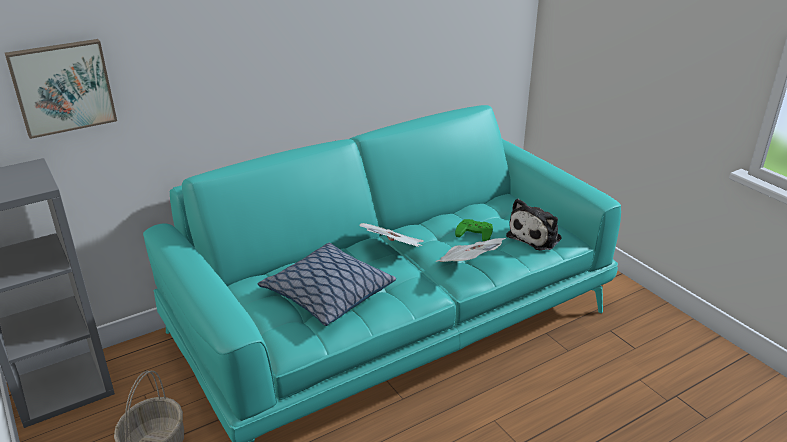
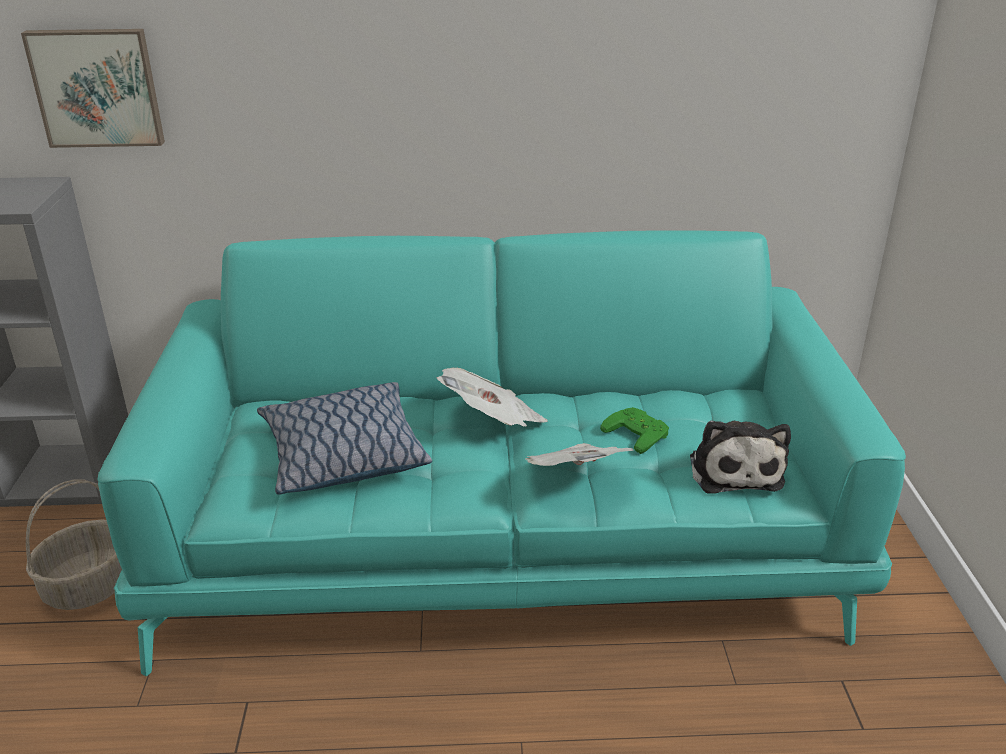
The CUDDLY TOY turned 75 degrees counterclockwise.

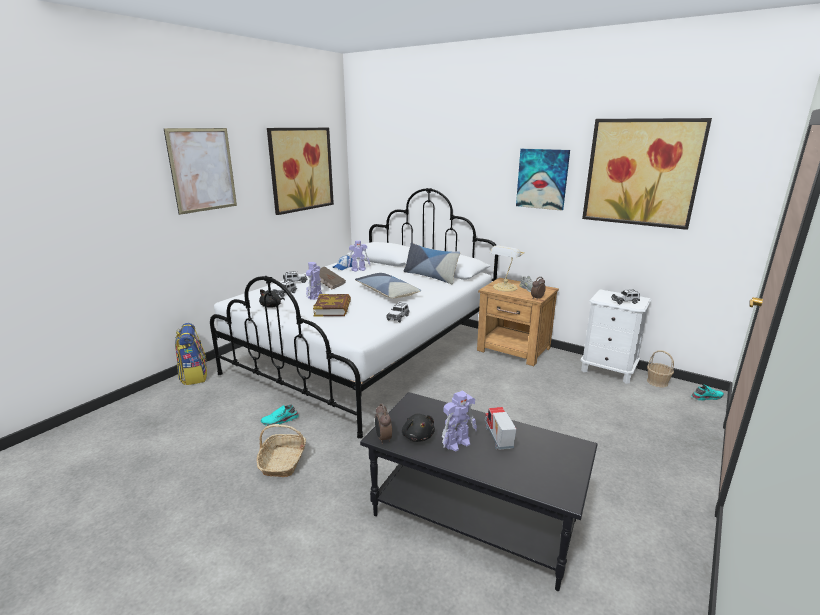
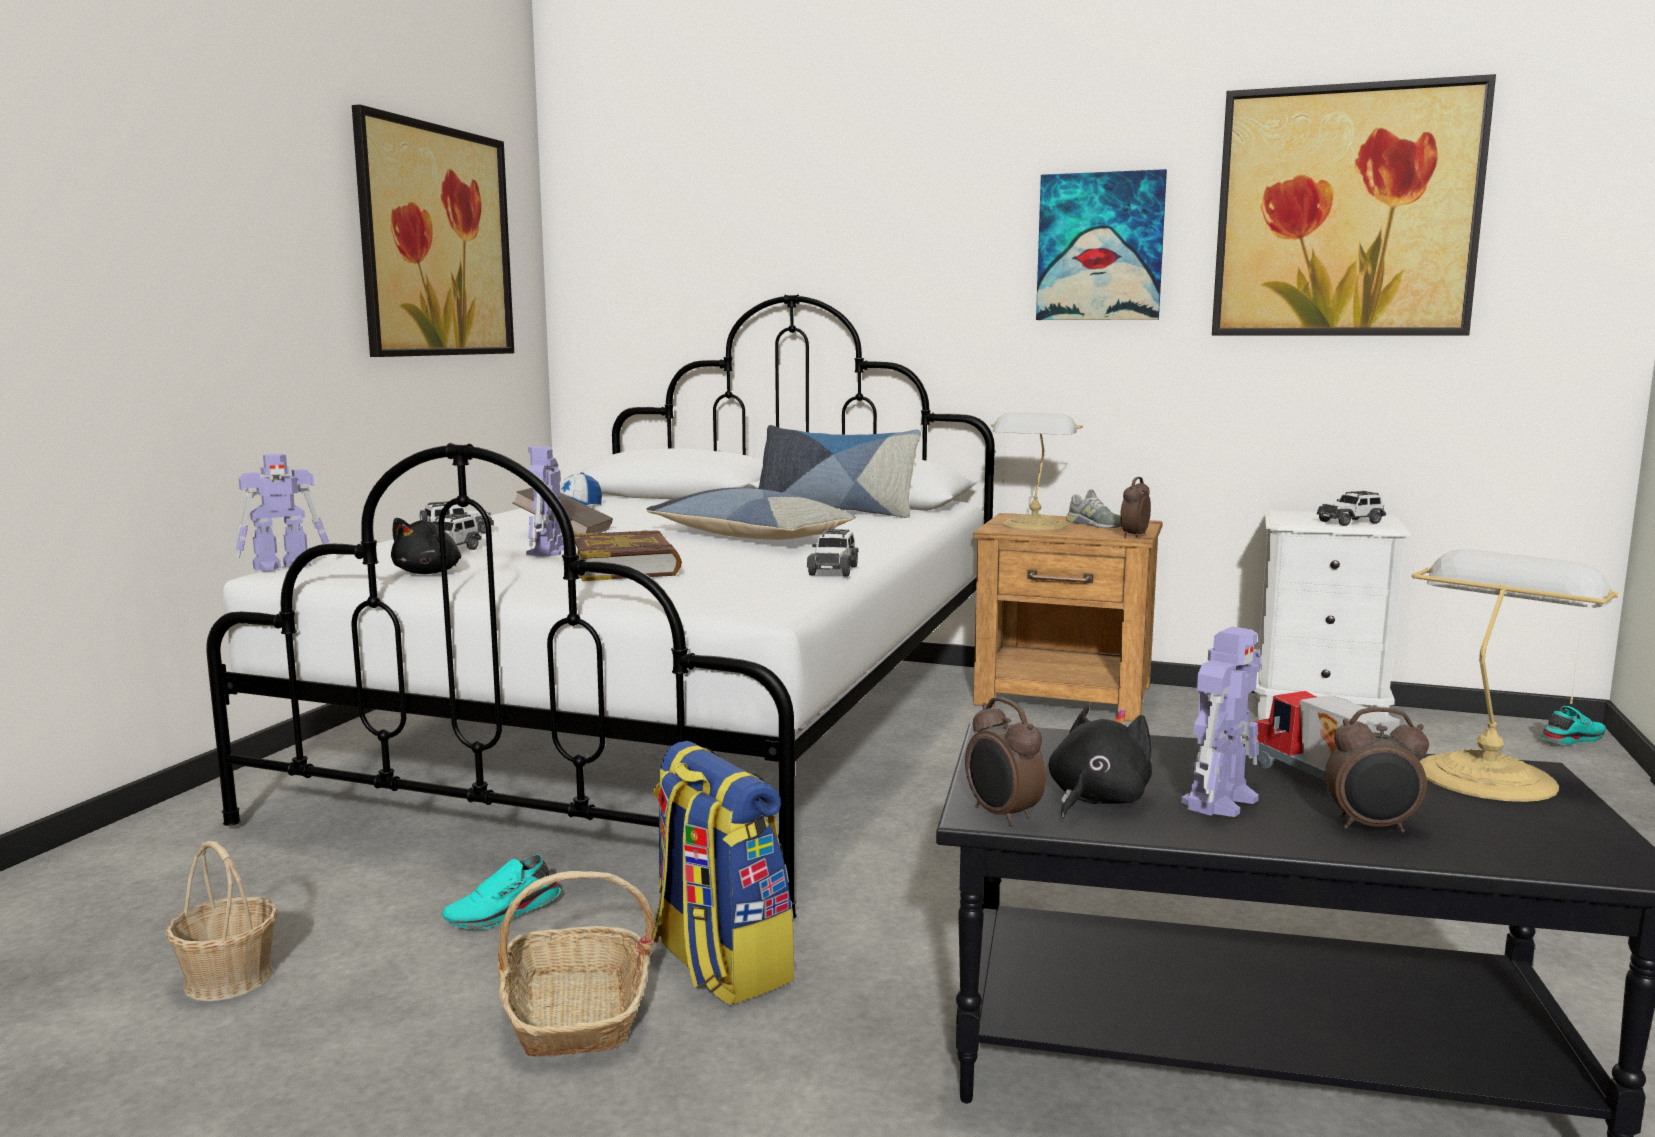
The PICTURE (no. 1 from left) disappeared.
The ALARM CLOCK (no. 3 from left) appeared.
The LAMP FOR A TABLE (no. 2 from left) appeared.
The RUCKSACK moved.
The TOY ROBOT (no. 2 from left in the first image) moved.
The HOUSEHOLD BASKET (no. 2 from left in the first image) moved.
The BLACKISH CUDDLY TOY (no. 2 from left) turned 105 degrees counterclockwise.

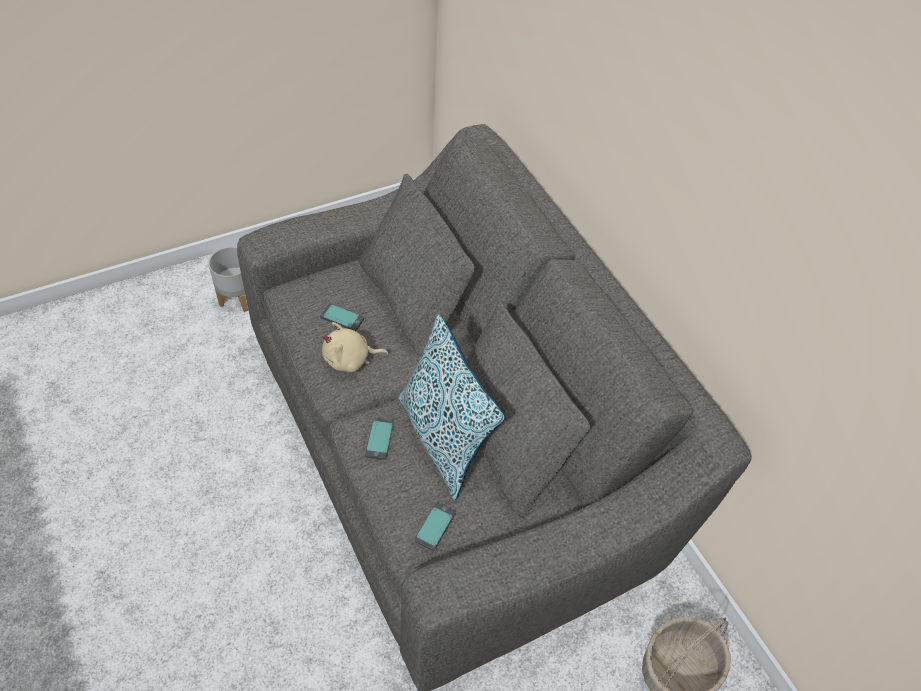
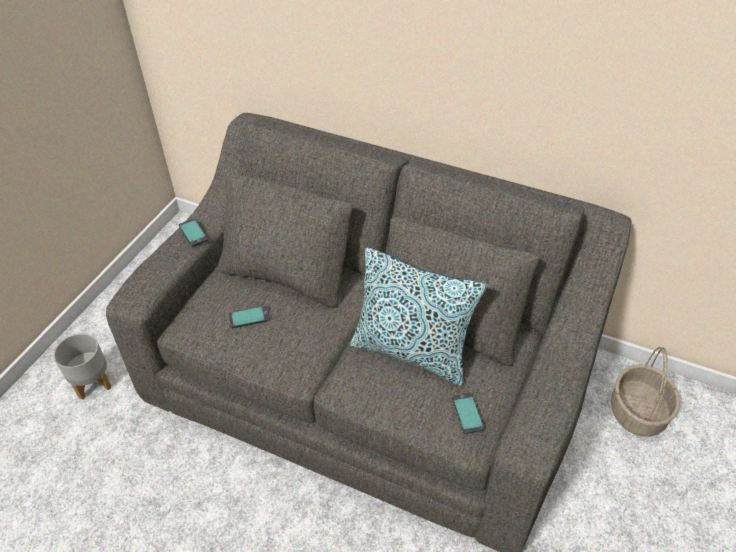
The BEIGE CUDDLY TOY disappeared.
The HANDSET (no. 2 from left in the first image) moved.

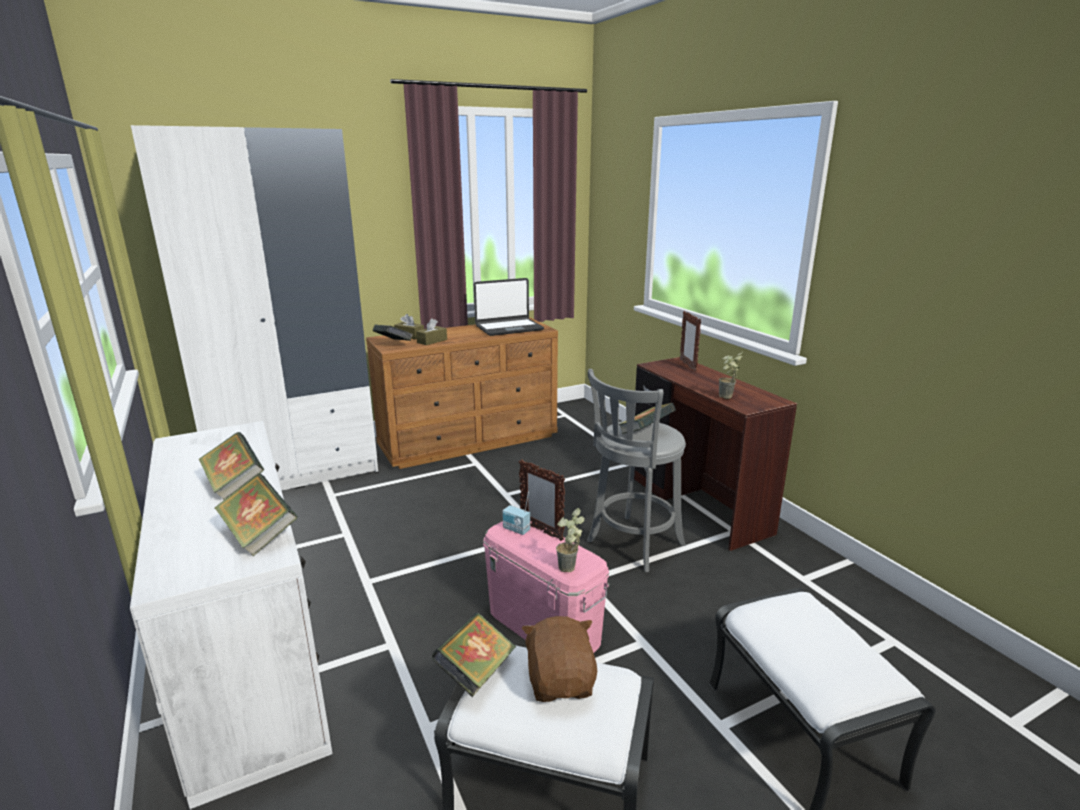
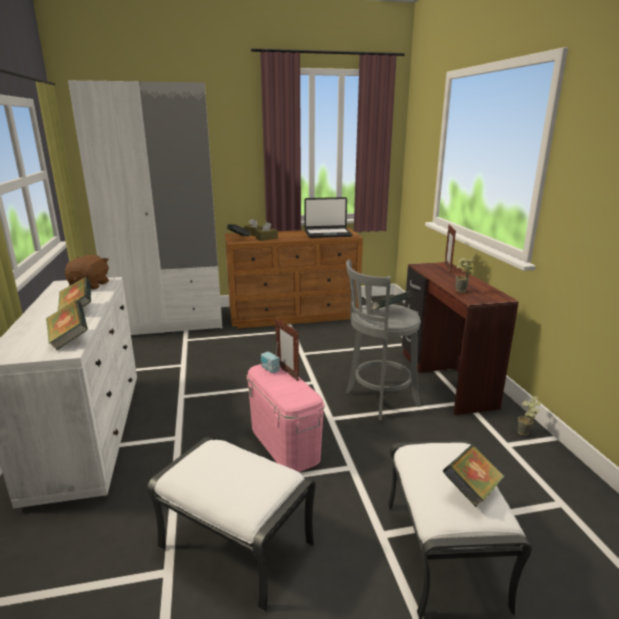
The VOLUME (no. 4 from left in the first image) moved.
The BROWN-COLOURED CUDDLY TOY moved.
The POTTED PLANT (no. 1 from left in the first image) moved.

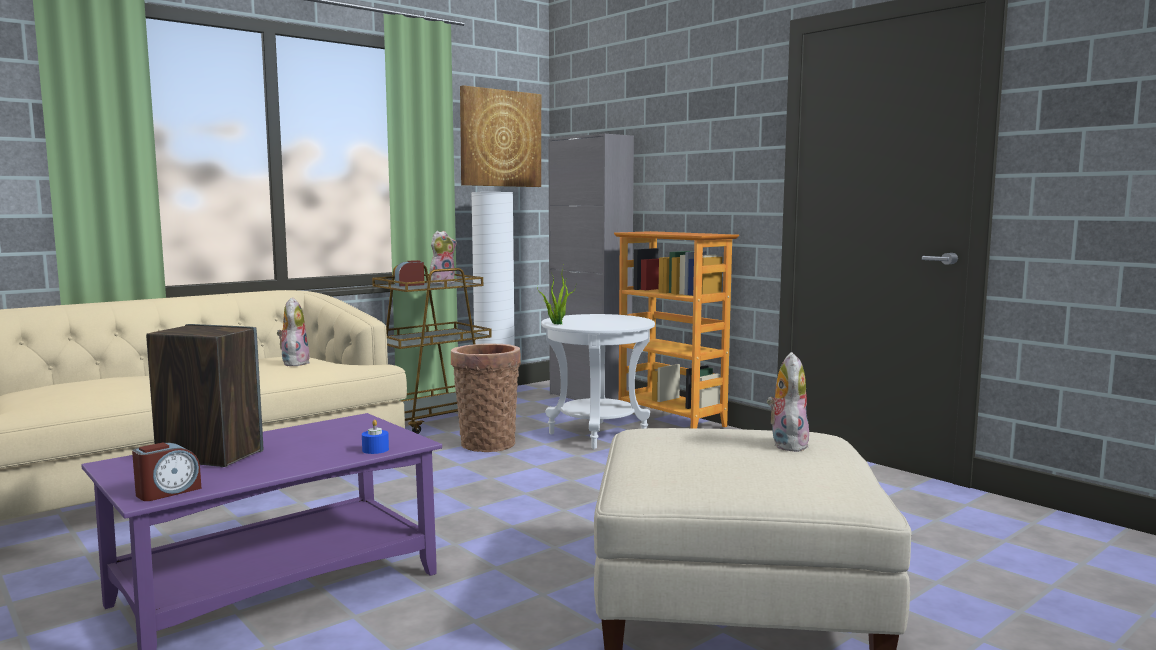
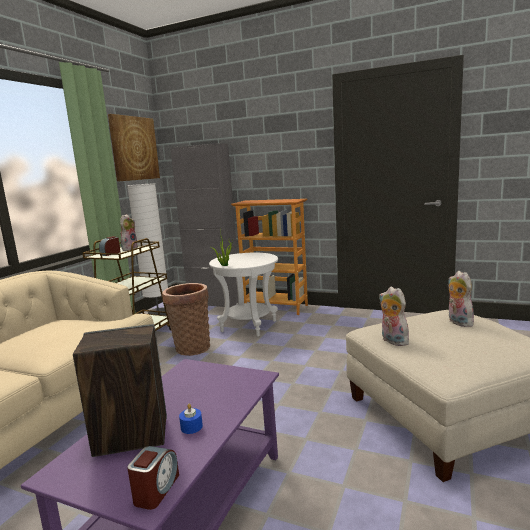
The CUDDLY TOY (no. 1 from left in the first image) moved.
The BLUE-COLOURED WAX LIGHT moved.

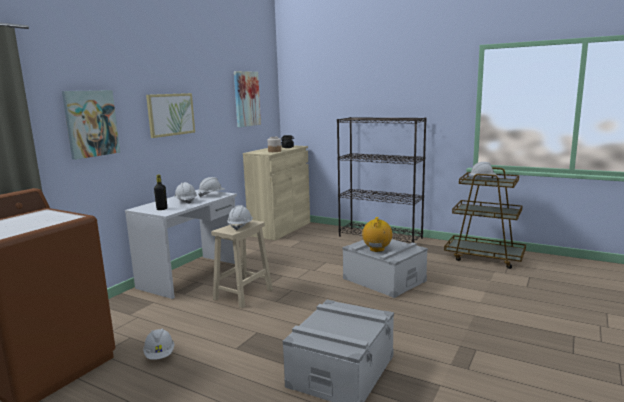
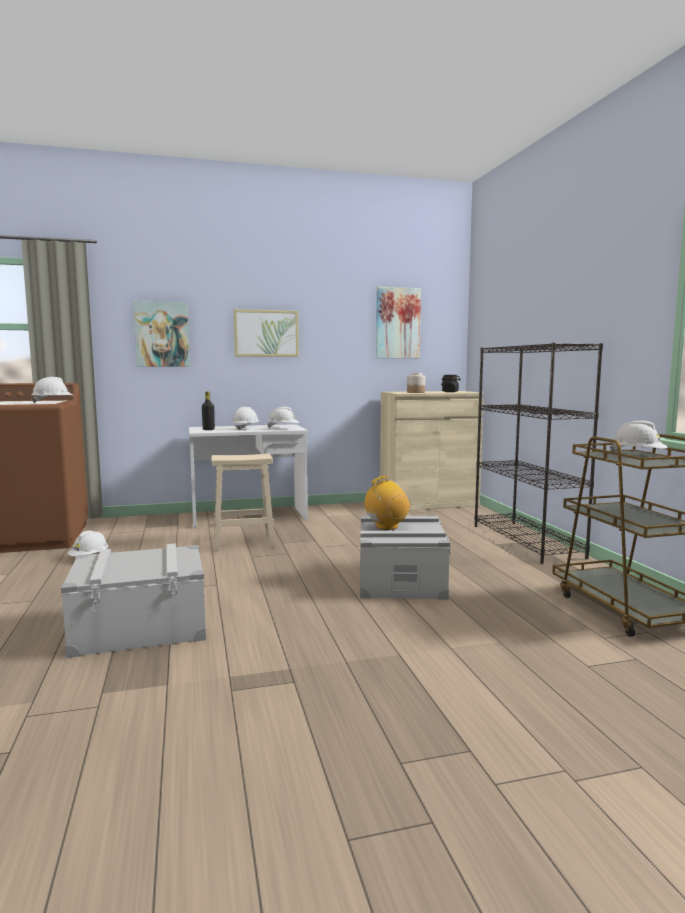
The WHITE-COLOURED WORK HELMET (no. 4 from left in the first image) moved.

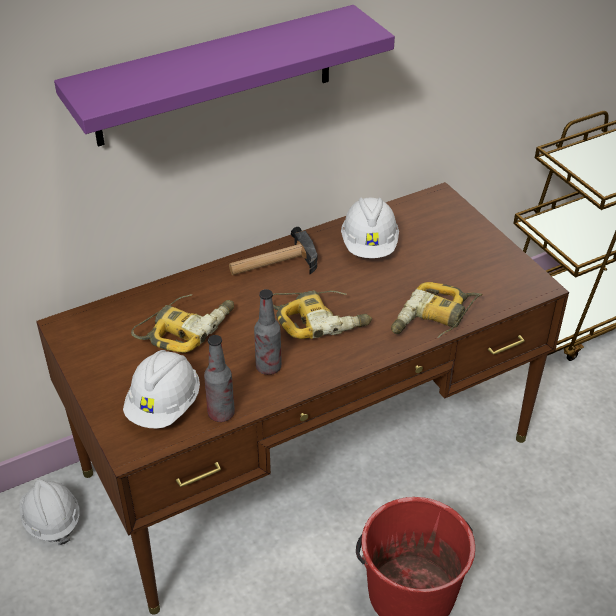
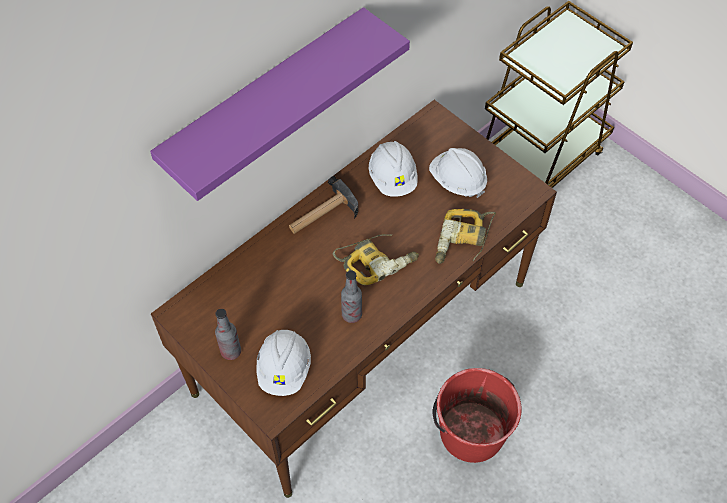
The ELECTRIC DRILL (no. 1 from left) disappeared.
The WHITE-COLOURED WORK HELMET (no. 1 from left in the first image) moved.
The DRINK BOTTLE (no. 1 from left) moved.

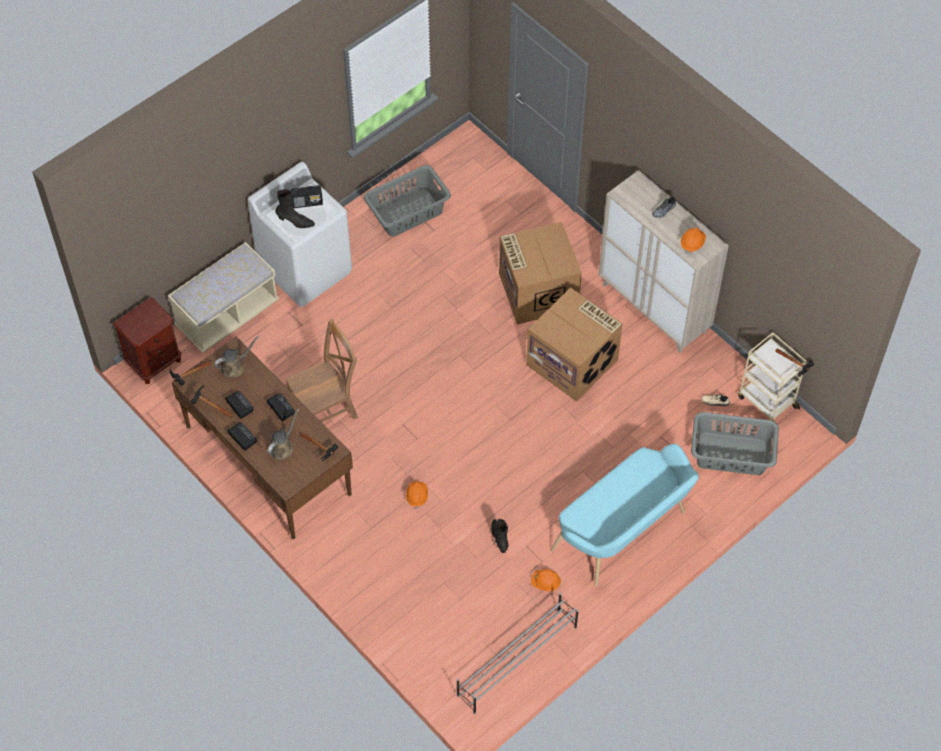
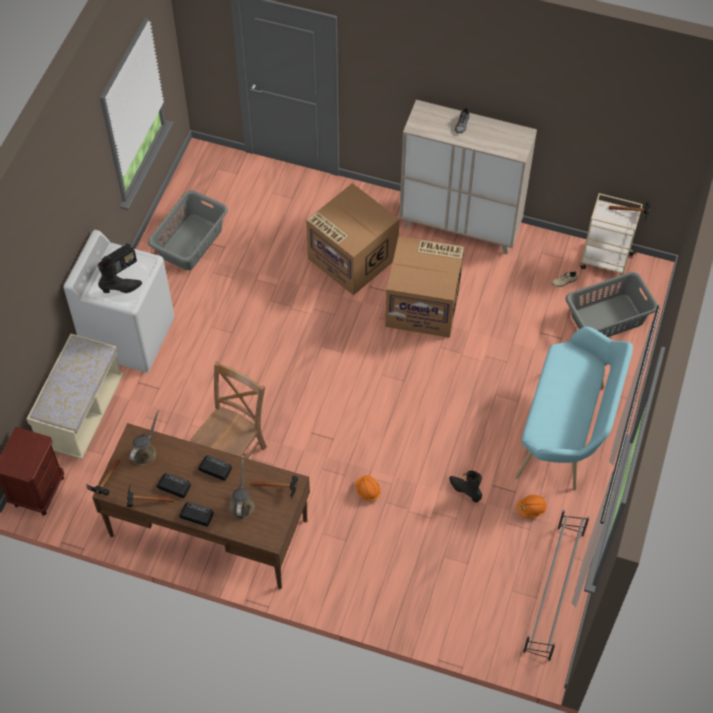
The ORANGE-COLOURED WORK HELMET (no. 3 from left) disappeared.

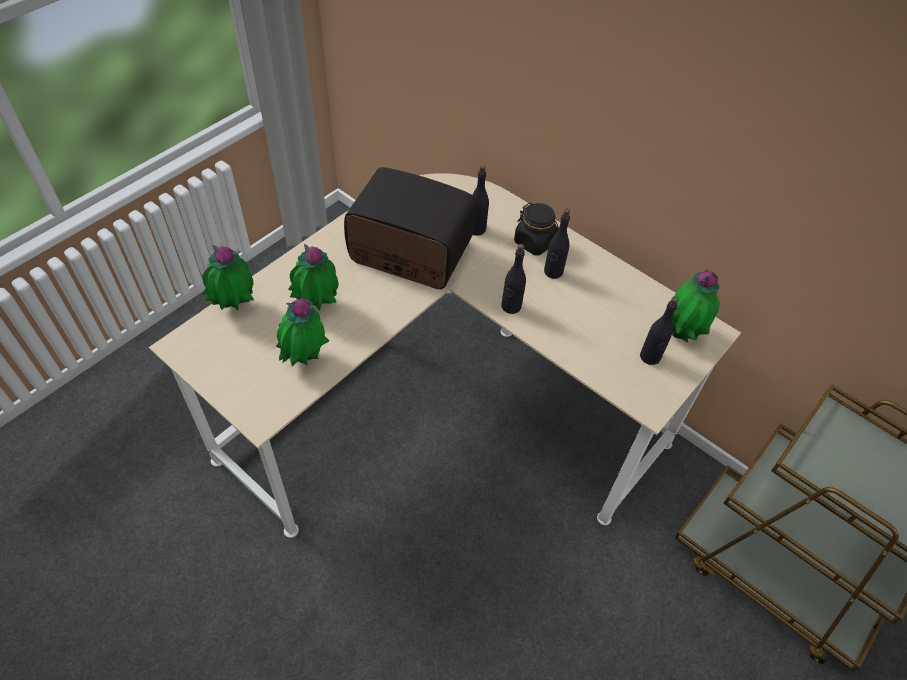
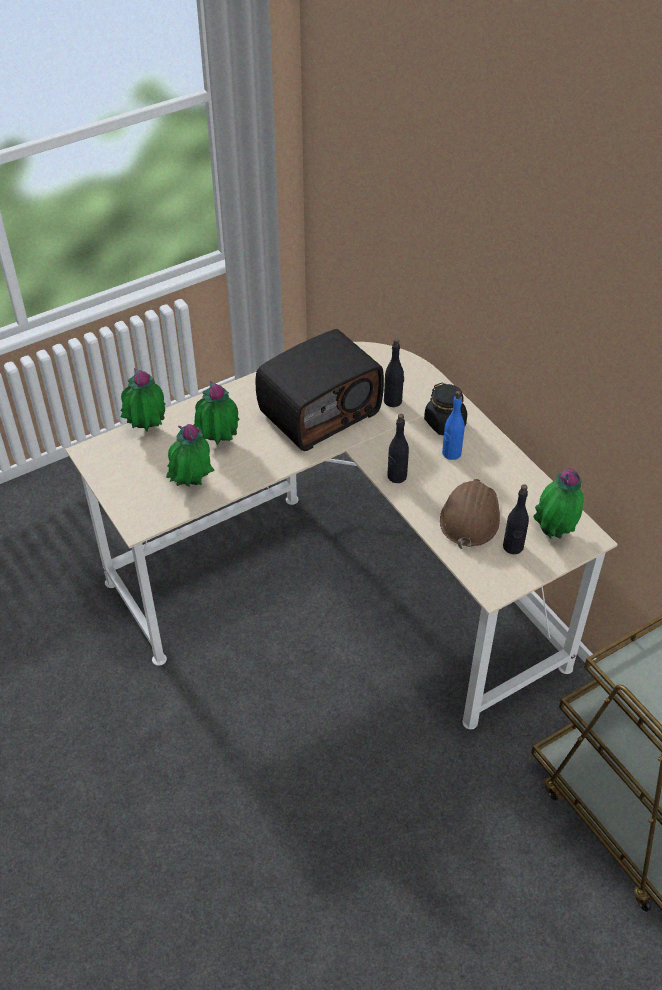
The BROWN-COLOURED WORK HELMET appeared.
The BLACKISH DRINK BOTTLE (no. 3 from left) became the BLUE-COLOURED DRINK BOTTLE.
The RADIO SET turned 105 degrees clockwise.

